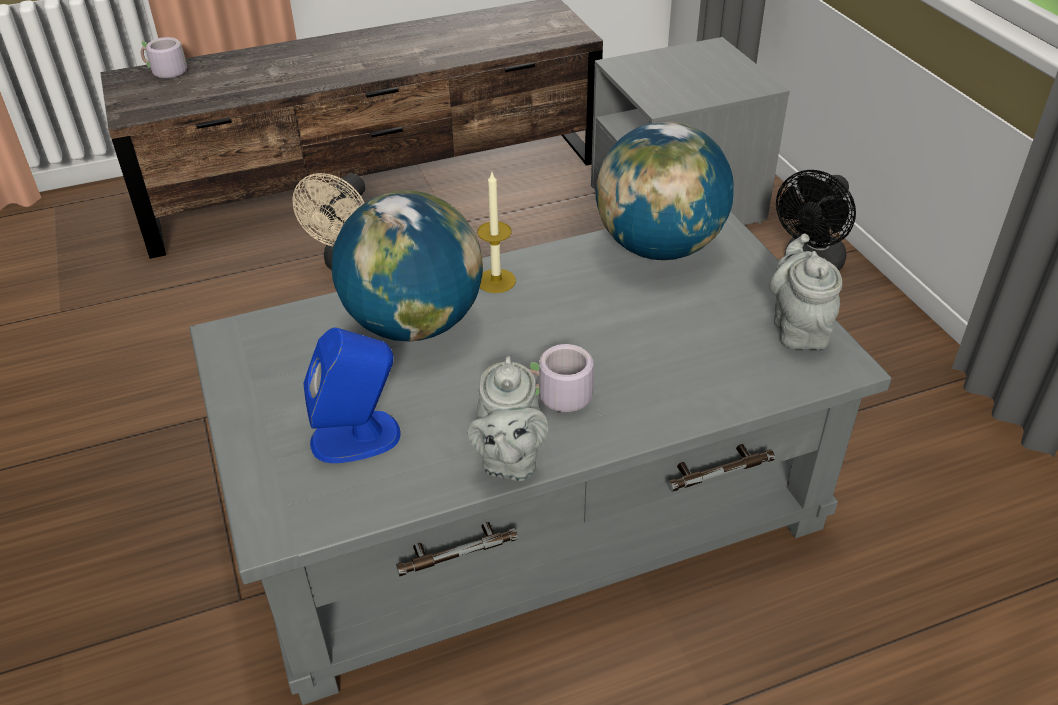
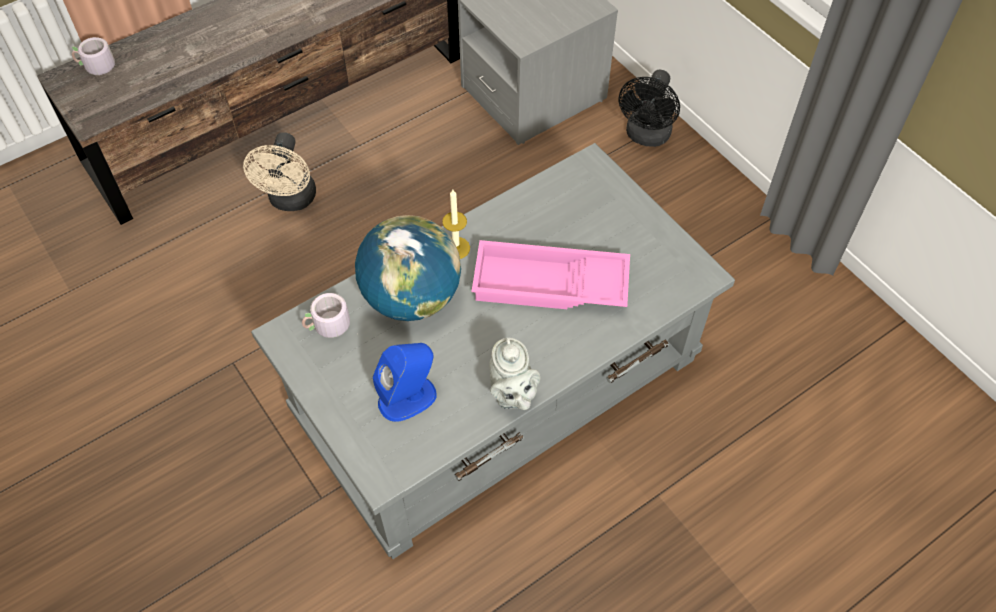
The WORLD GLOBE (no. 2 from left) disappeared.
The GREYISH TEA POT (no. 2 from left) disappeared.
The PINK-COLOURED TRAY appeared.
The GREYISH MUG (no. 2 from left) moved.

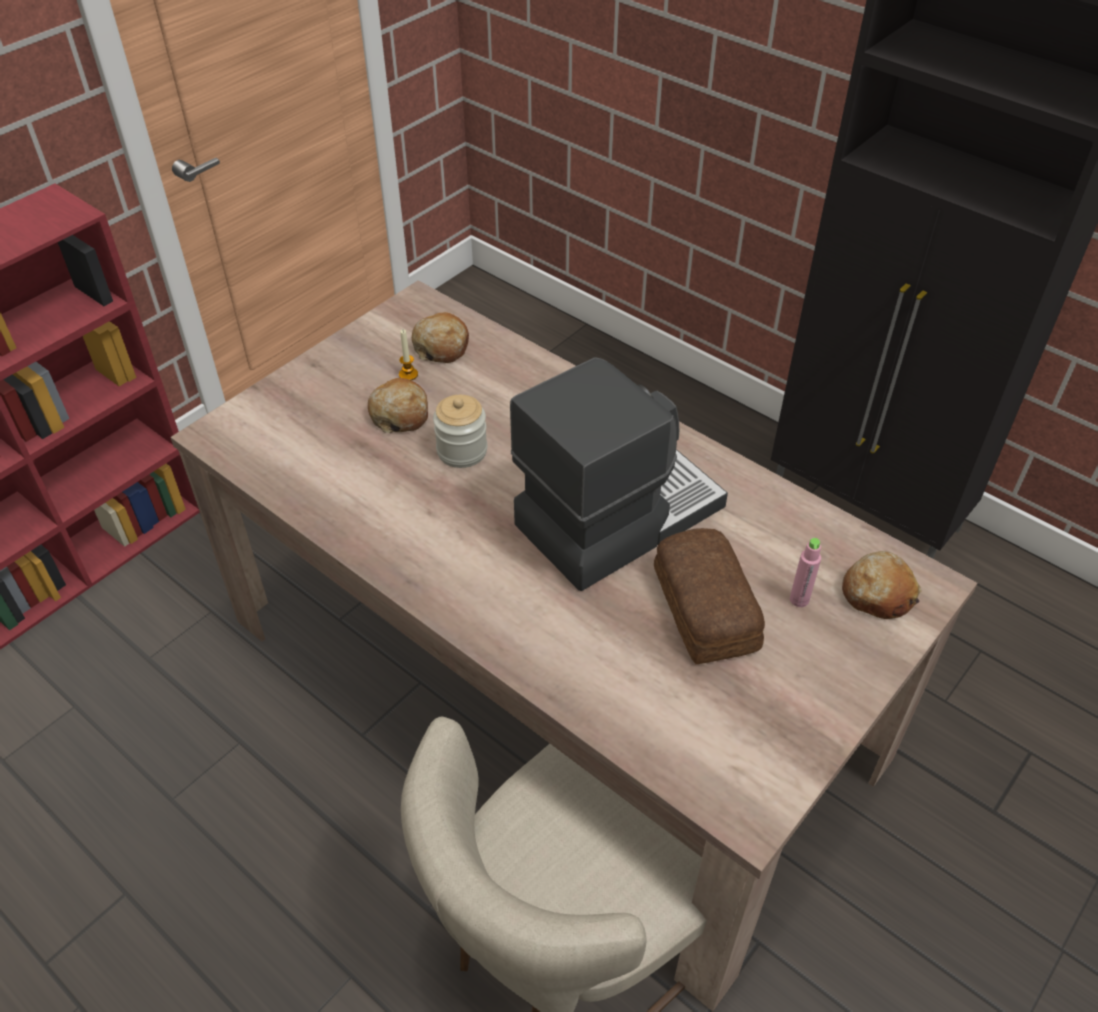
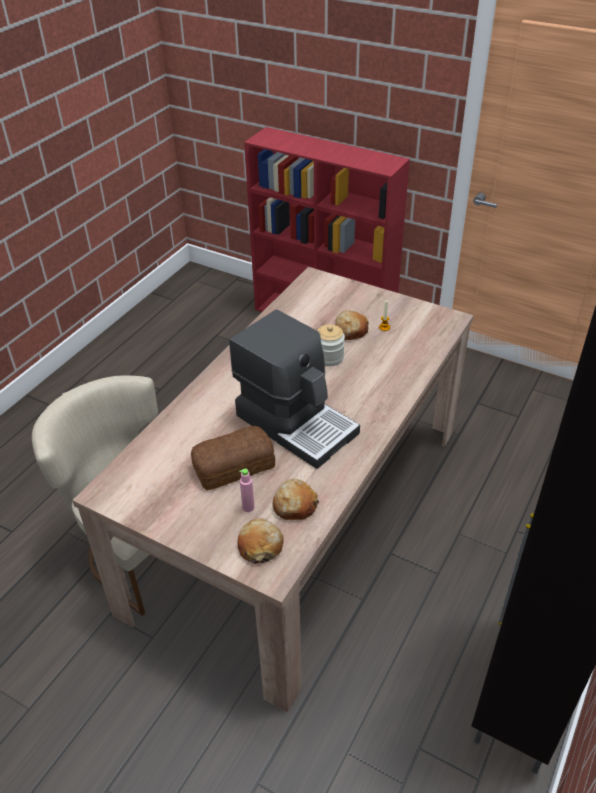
The BAKED BREAD (no. 2 from left in the first image) moved.

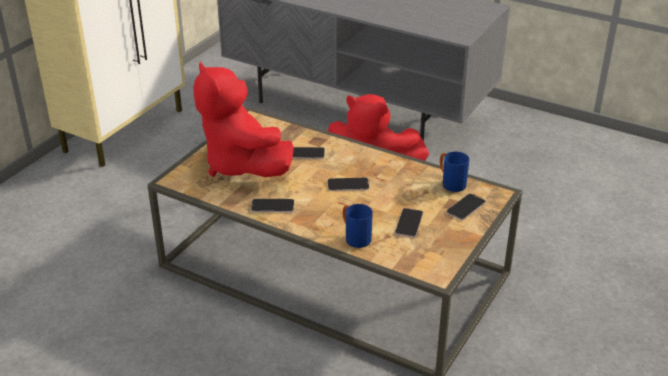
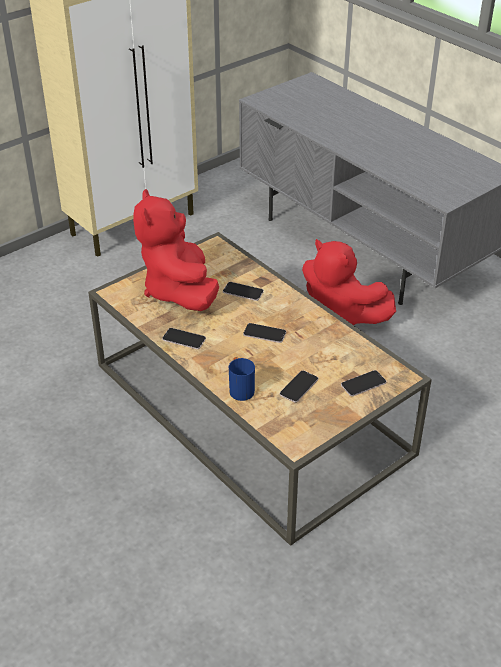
The BLUE-COLOURED MUG (no. 2 from left) disappeared.

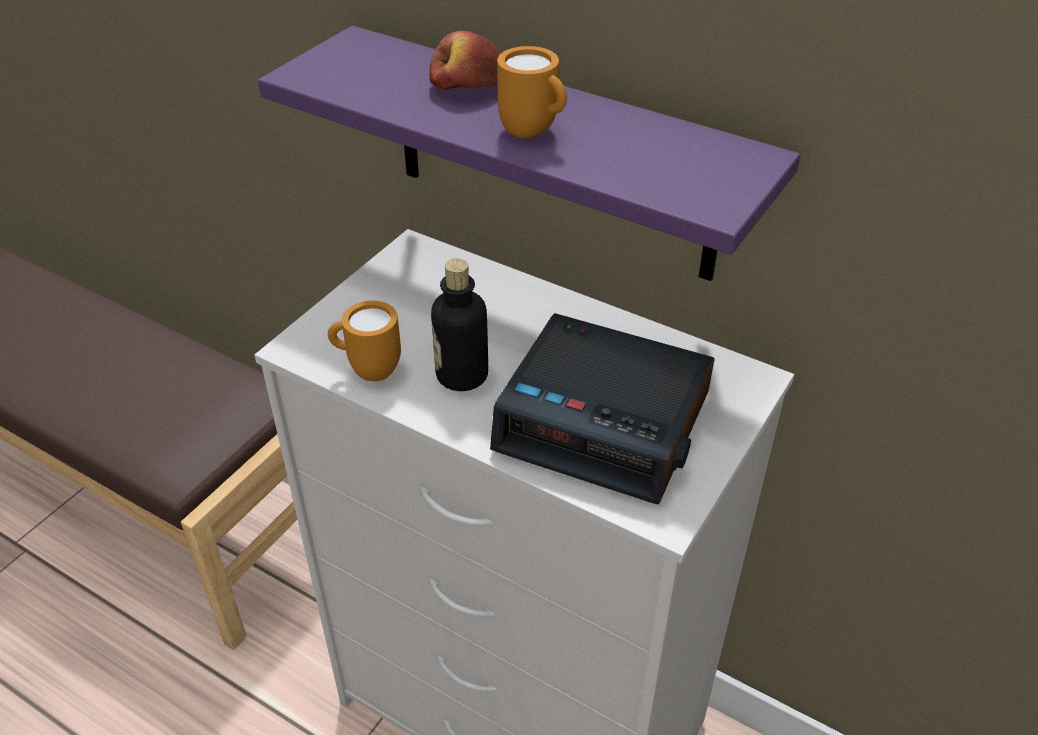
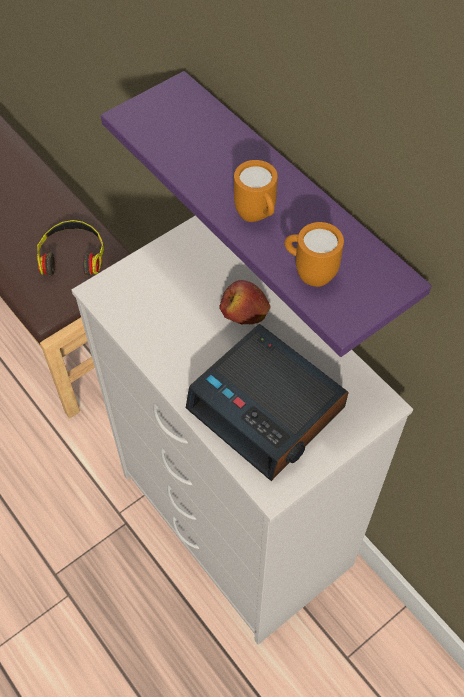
The DRINK BOTTLE disappeared.
The PAIR OF HEADPHONES appeared.
The ORANGE-COLOURED MUG (no. 1 from left in the first image) moved.
The APPLE moved.

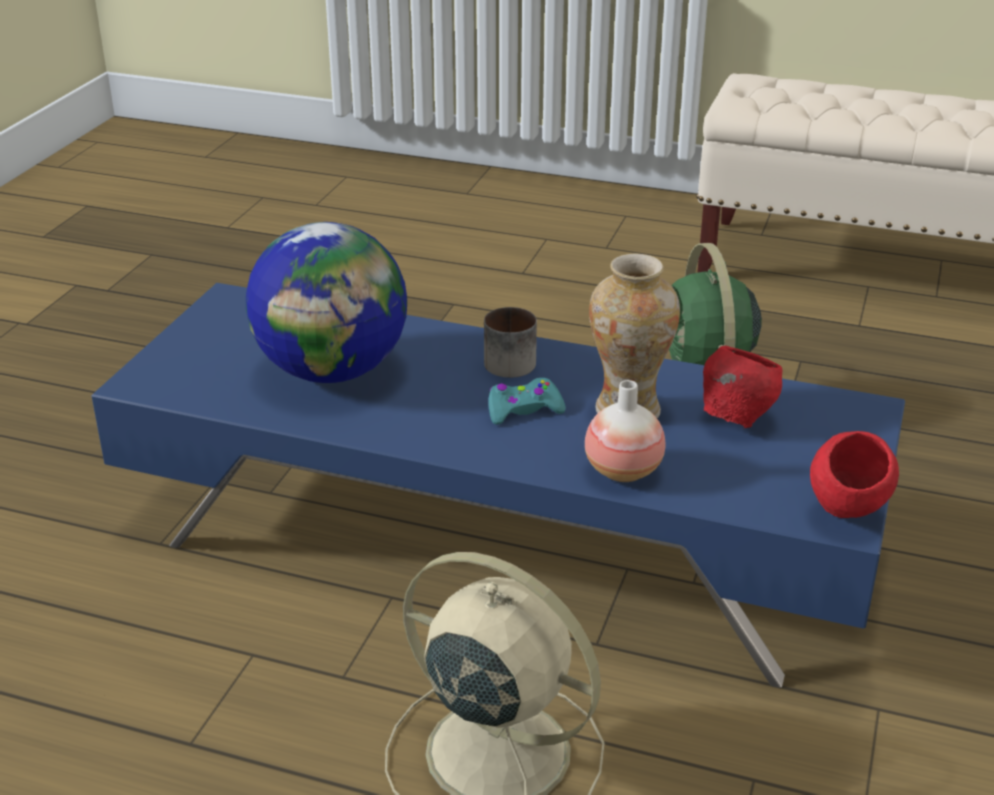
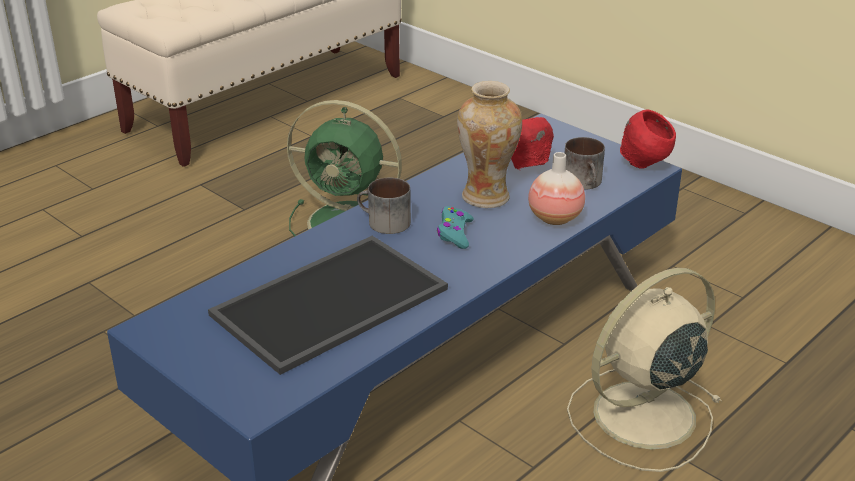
The MUG (no. 2 from left) appeared.
The WORLD GLOBE was replaced by the TRAY.

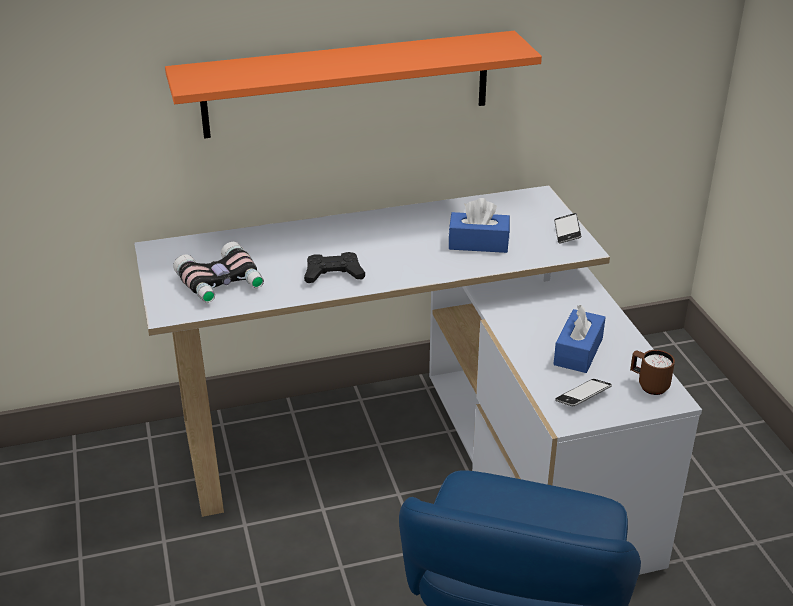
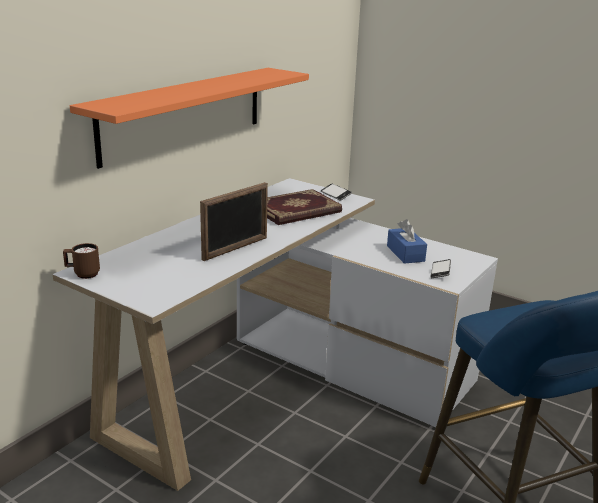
The BINOCULARS disappeared.
The BROWN-COLOURED MUG moved.
The BLACKISH GAMEPAD was replaced by the PICTURE FRAME.
The BLUE-COLOURED TISSUE BOX (no. 1 from left) was replaced by the VOLUME.

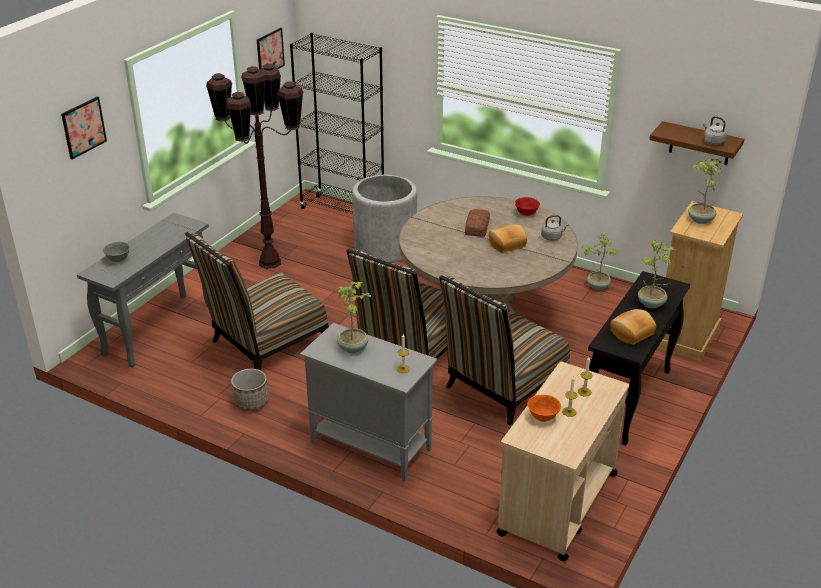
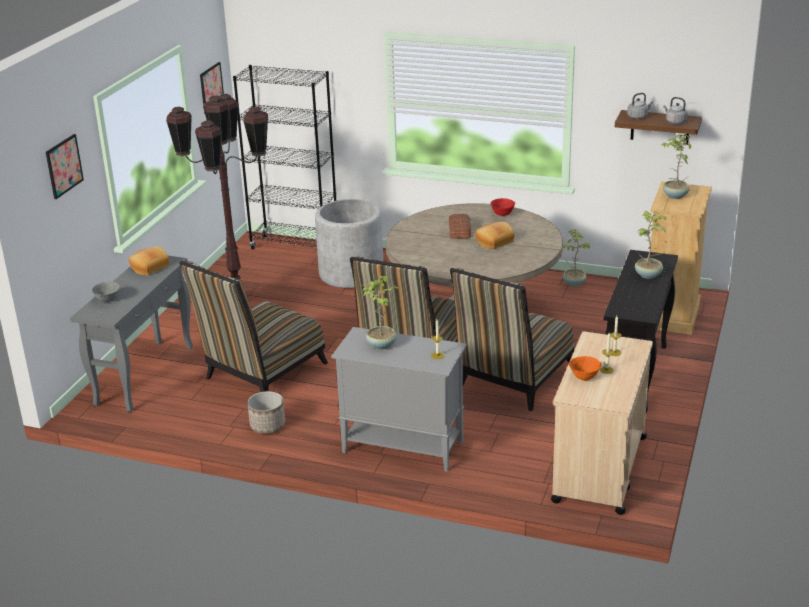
The GREYISH KETTLE (no. 1 from left) moved.
The BAKED BREAD (no. 3 from left in the first image) moved.

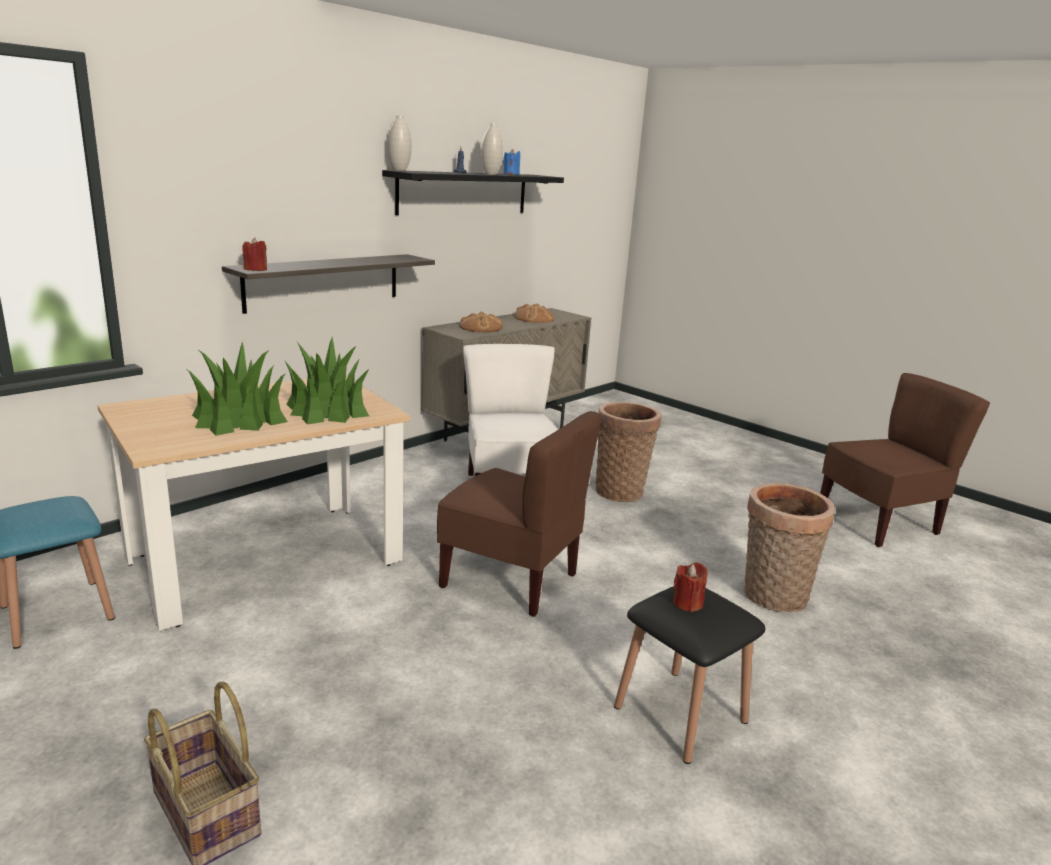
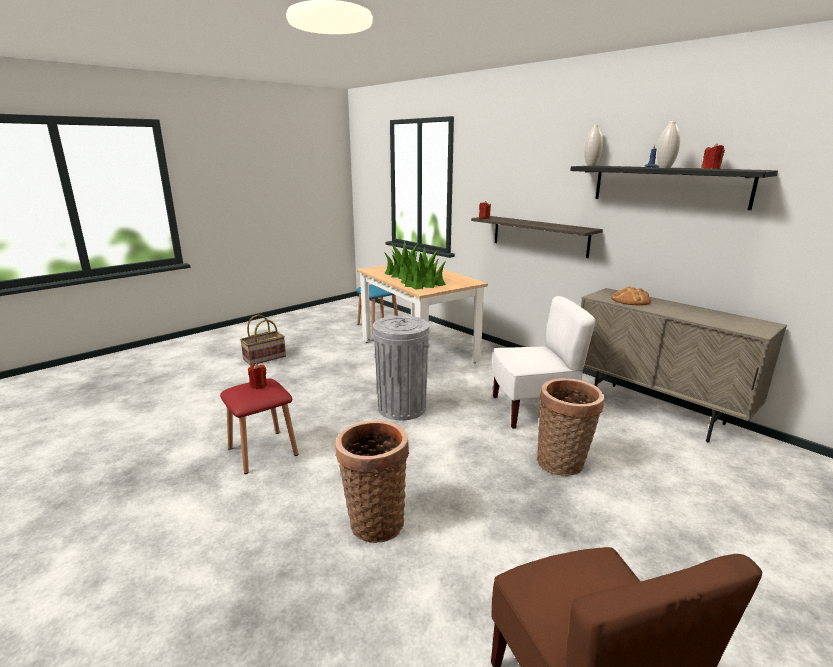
The BAKED BREAD (no. 2 from left) disappeared.
The BROWN-COLOURED PLAIN CHAIR (no. 1 from left) was replaced by the GREYISH WASTE BIN.
The BLUE-COLOURED WAX LIGHT (no. 2 from left) became the RED-COLOURED WAX LIGHT (no. 3 from left).
The BLACKISH SITTING STOOL became the RED-COLOURED SITTING STOOL.

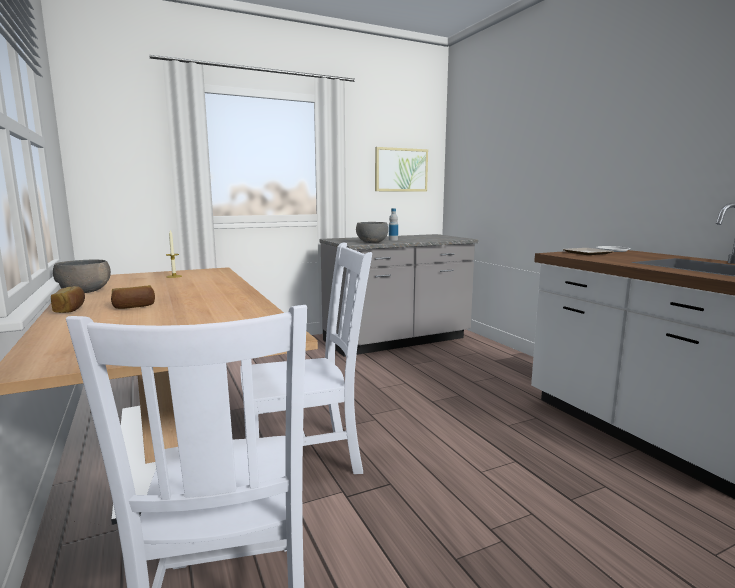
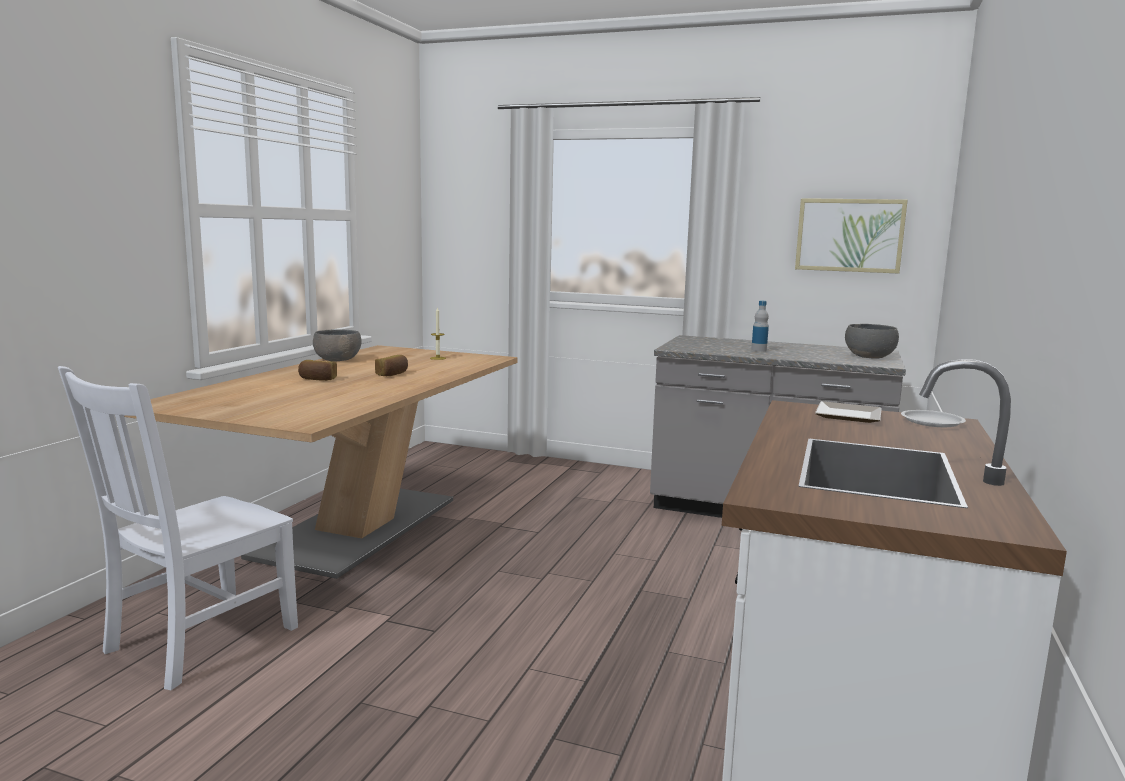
The WHITE-COLOURED PLAIN CHAIR (no. 2 from left) disappeared.
The BAKED BREAD (no. 1 from left in the first image) moved.
The GREYISH BOWL (no. 2 from left) moved.

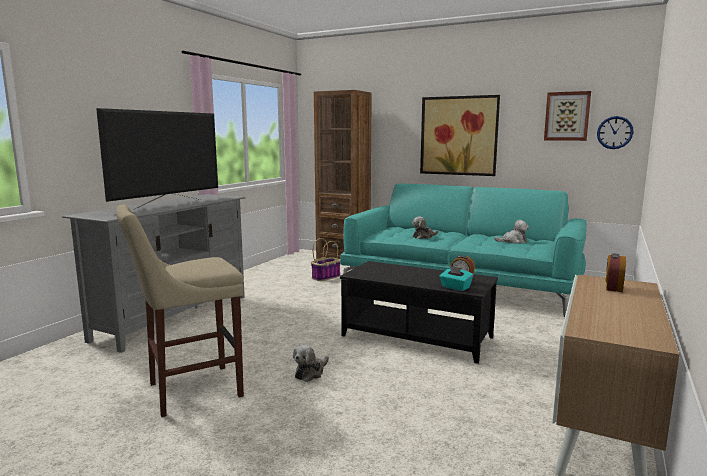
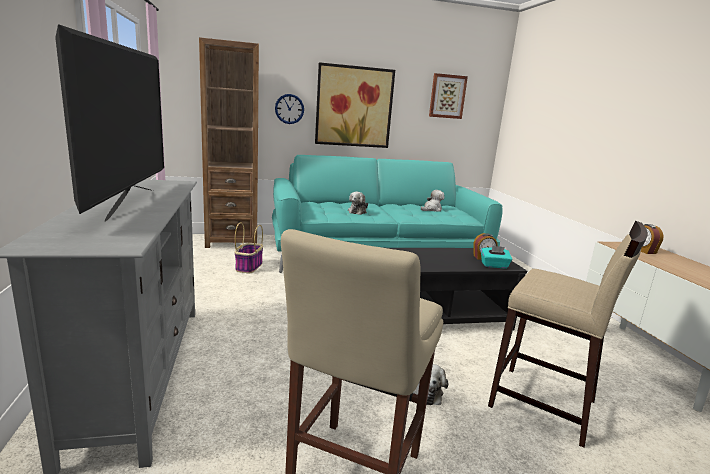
The BEIGE SITTING STOOL (no. 2 from left) appeared.
The WALL CLOCK moved.

